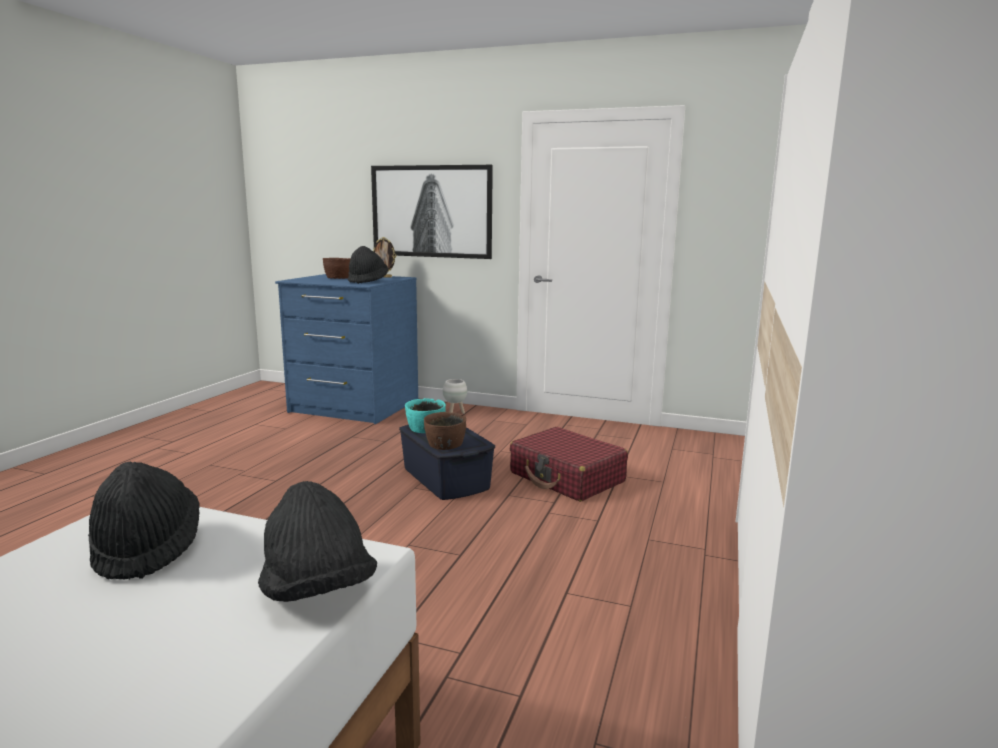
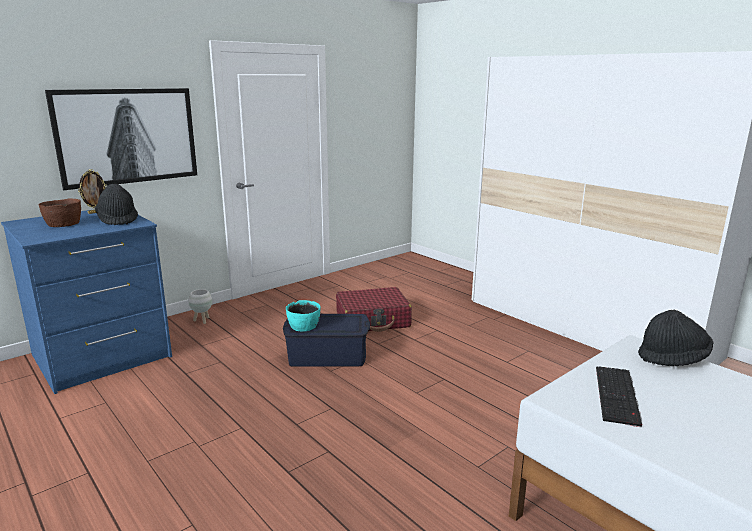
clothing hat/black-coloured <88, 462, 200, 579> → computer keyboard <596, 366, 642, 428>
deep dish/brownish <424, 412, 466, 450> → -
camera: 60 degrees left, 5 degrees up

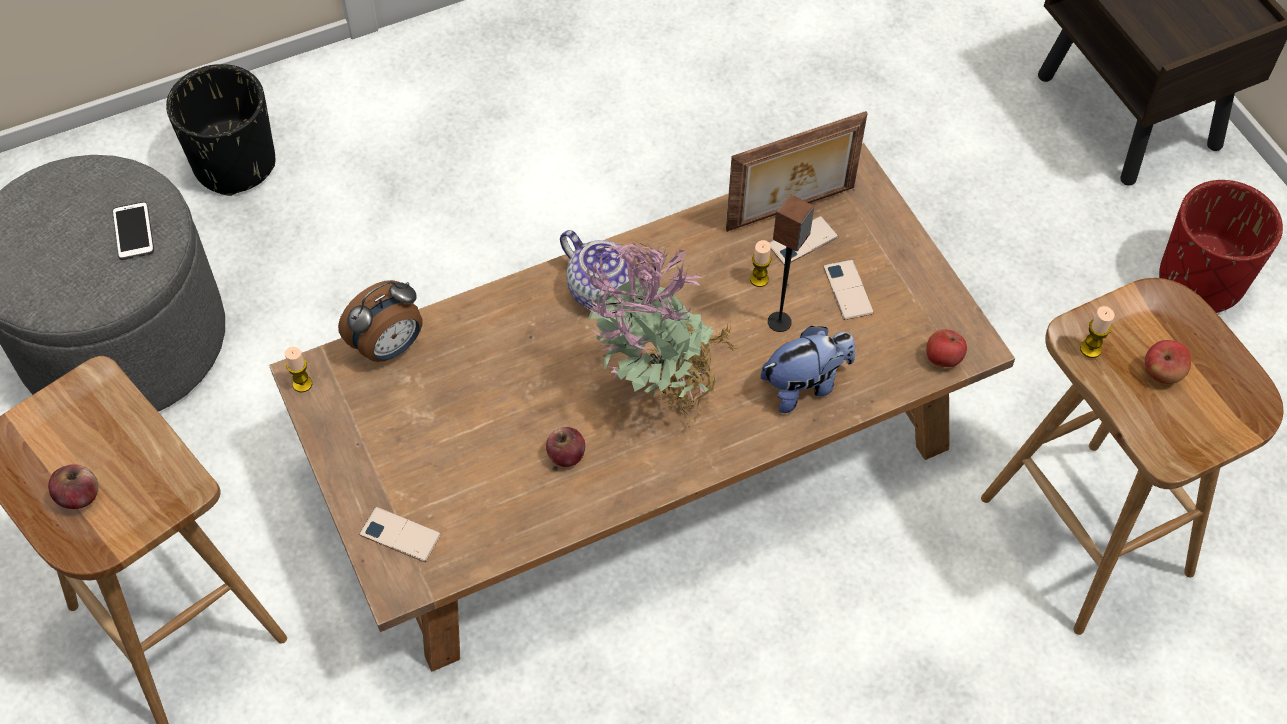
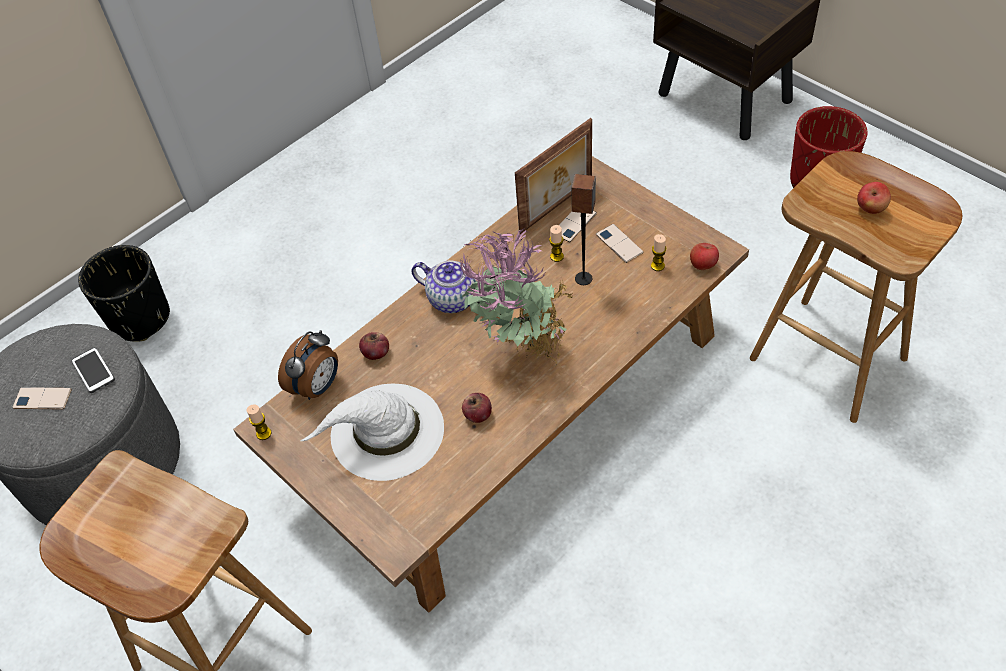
apple <48, 465, 99, 509> → apple <359, 332, 389, 360>, relocated
phone <359, 507, 441, 562> → phone <12, 387, 72, 409>, relocated
plush toy <761, 326, 855, 413> → -
wax light <1080, 306, 1115, 358> → wax light <651, 234, 666, 271>, relocated
- → clothing hat/white-coloured <300, 384, 444, 481>
camera: 15 degrees left, 5 degrees down

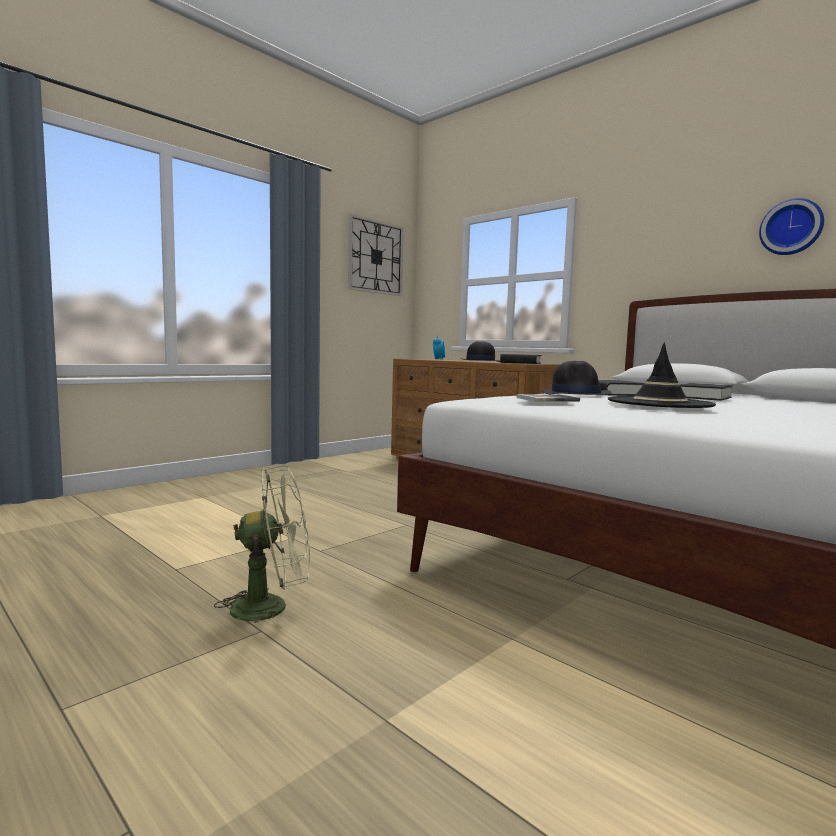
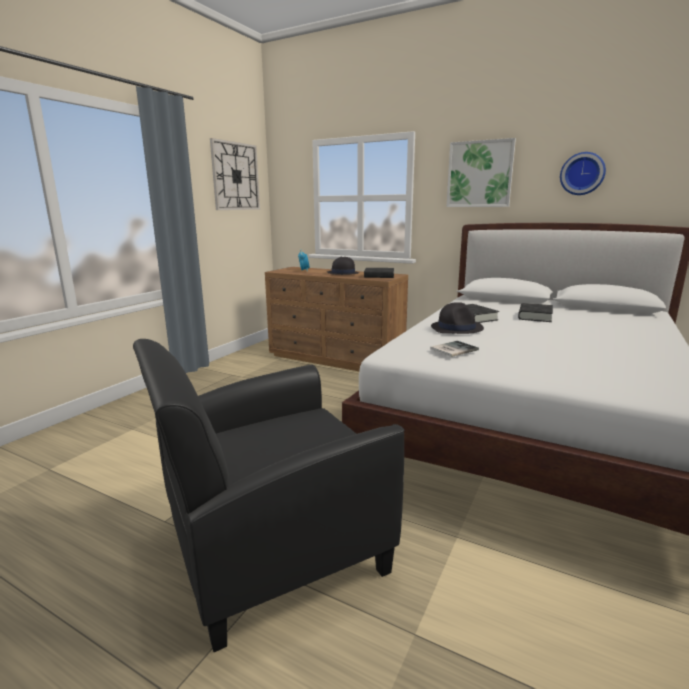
electric fan/green <214, 465, 310, 631> → armchair/black-coloured <133, 339, 405, 652>
clothing hat/black-coloured <608, 343, 716, 408> → -
- → wall picture <446, 138, 516, 207>
camera: 15 degrees left, 10 degrees up

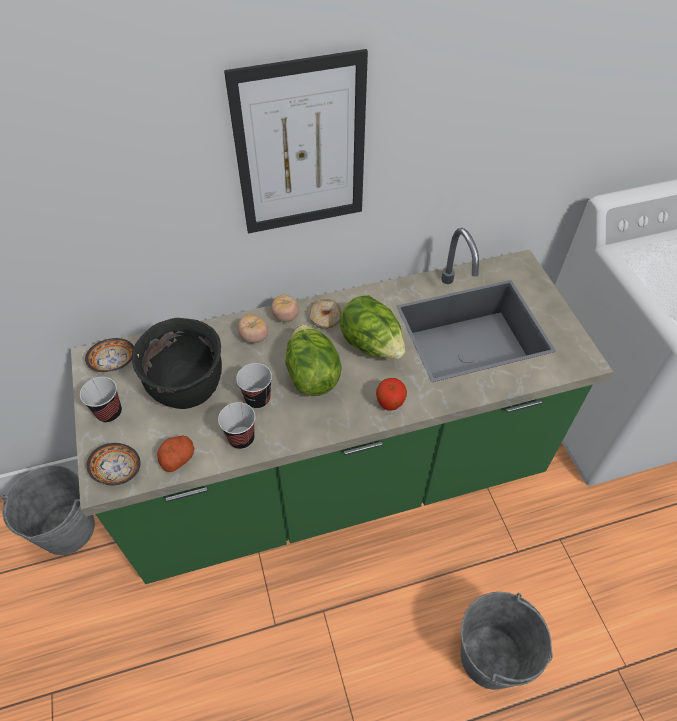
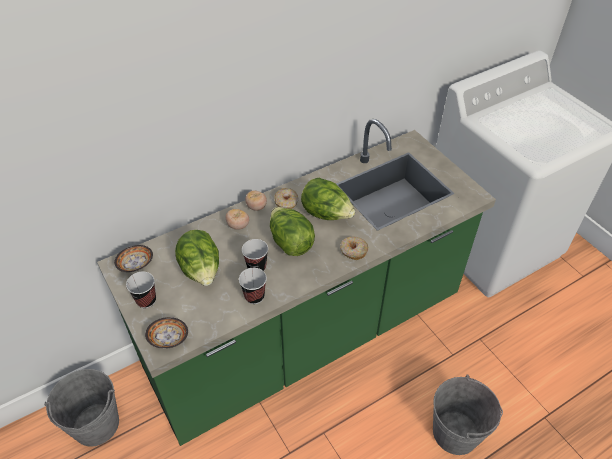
saucepot/black-coloured <132, 318, 222, 409> → lettuce <175, 230, 219, 286>
whole potato <157, 435, 194, 472> → -
wall picture <224, 49, 368, 233> → -
apple <376, 378, 407, 411> → donut <340, 236, 368, 260>
camera: 15 degrees left, 5 degrees down

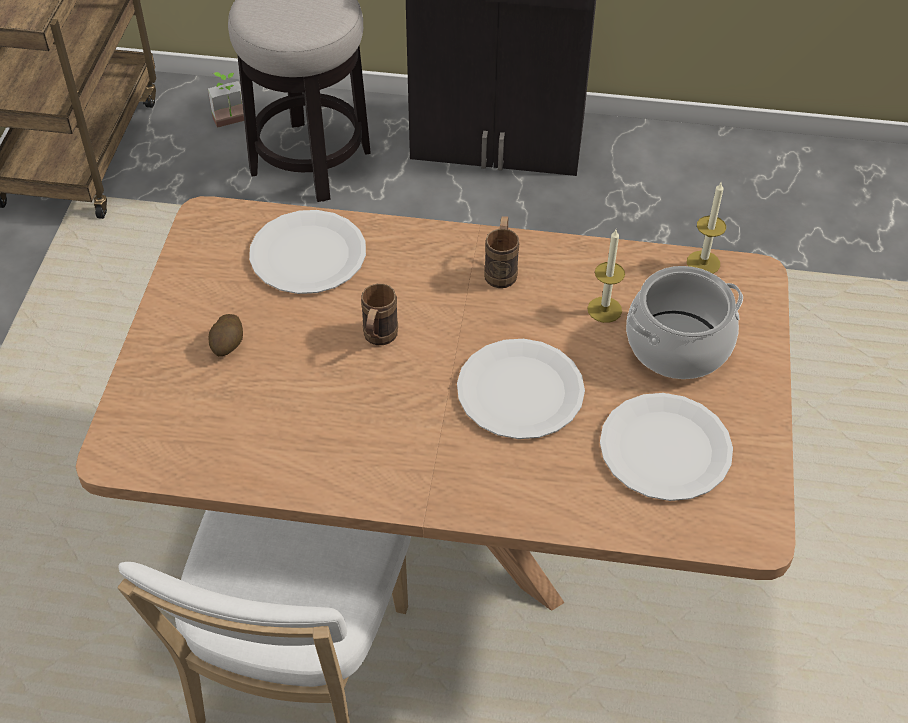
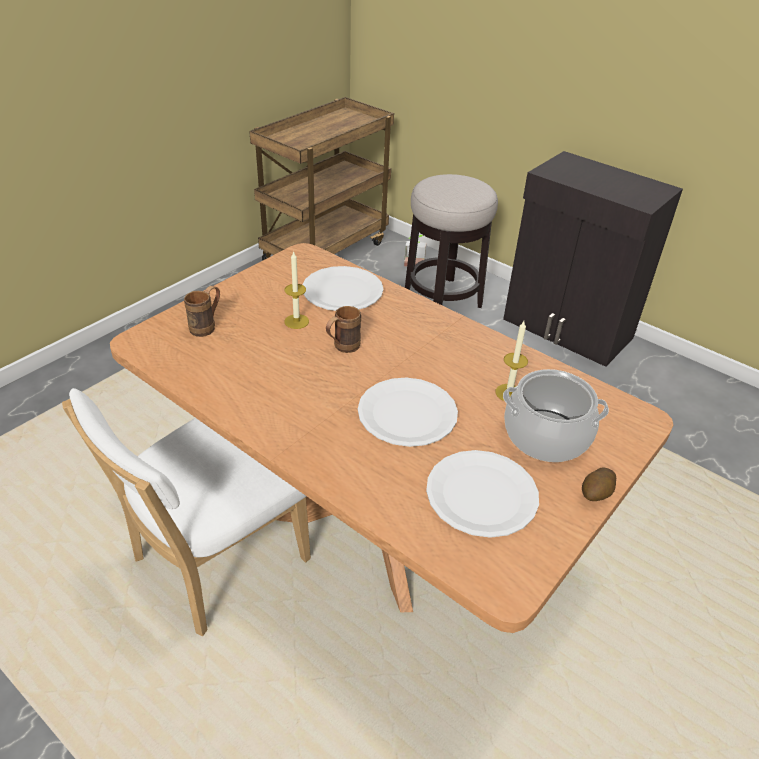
whole potato <209, 314, 243, 356> → whole potato <582, 467, 616, 501>, relocated
coffee mug/brownish <484, 216, 519, 288> → coffee mug/brownish <184, 286, 220, 337>, relocated
wax light <687, 182, 726, 274> → wax light <285, 251, 309, 329>, relocated
camera: 30 degrees right, 10 degrees down

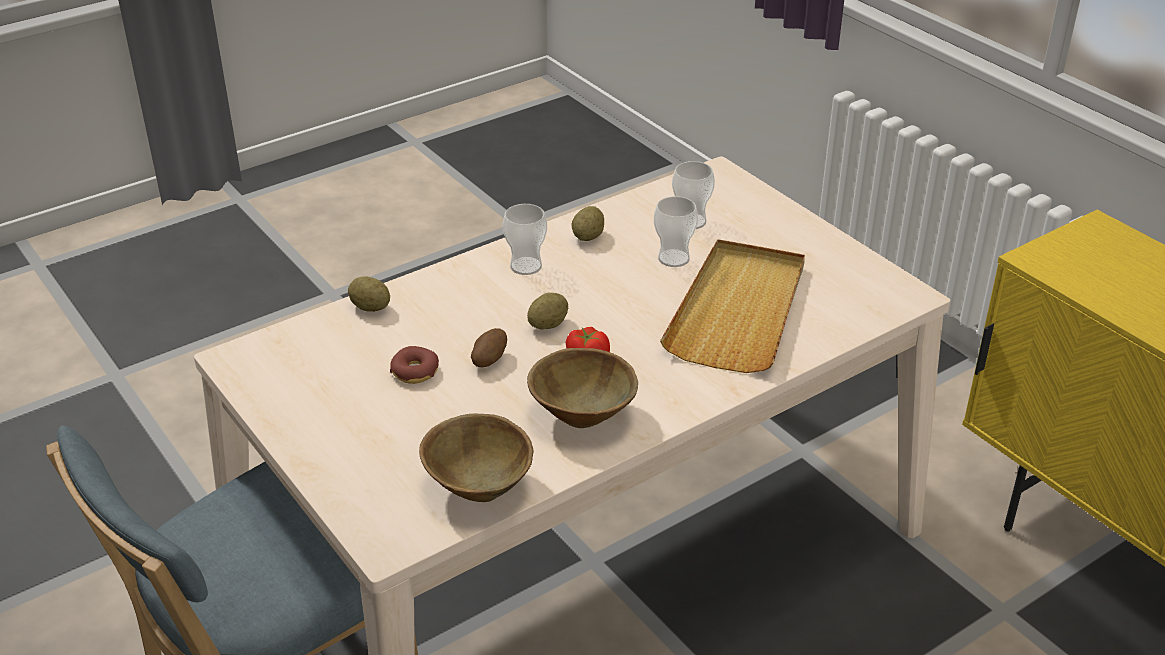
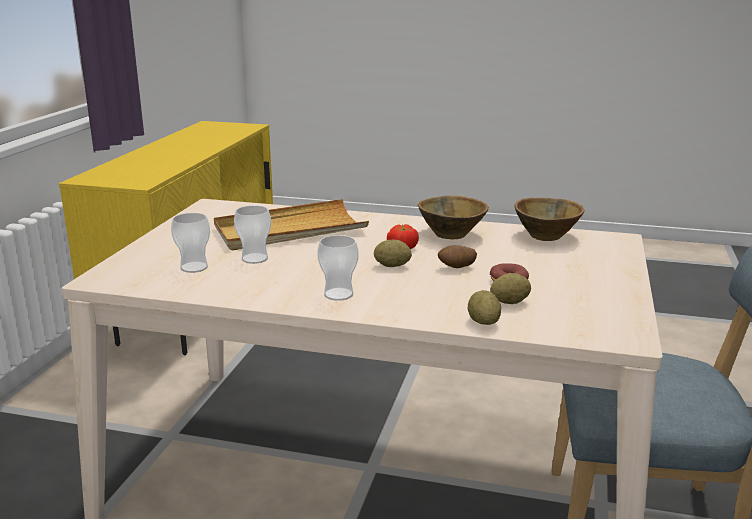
whole potato <572, 206, 604, 241> → whole potato <490, 273, 531, 304>, relocated
camera: 130 degrees left, 15 degrees down

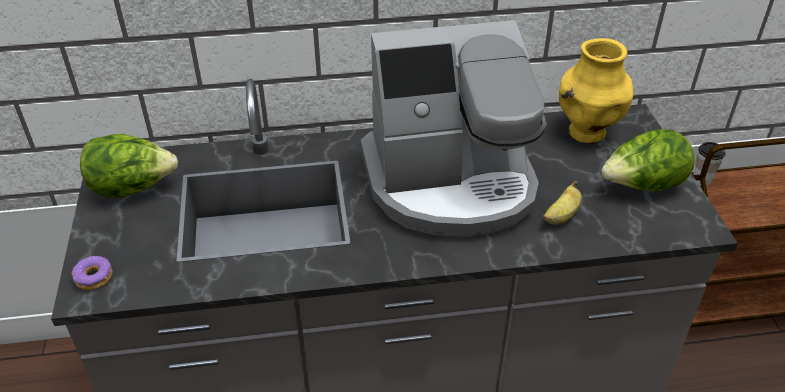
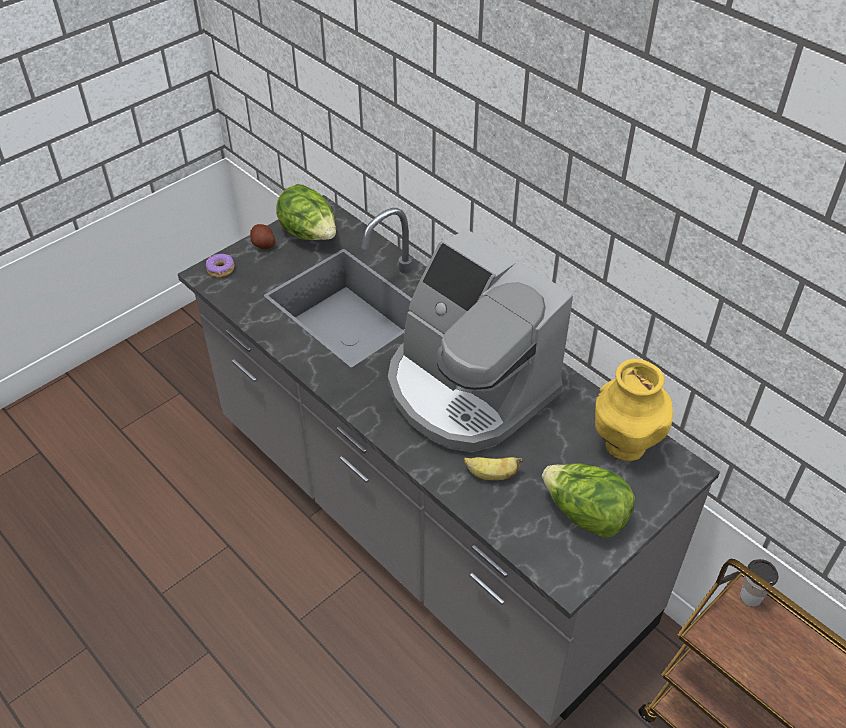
- → whole potato <250, 224, 275, 249>
camera: 55 degrees right, 5 degrees up

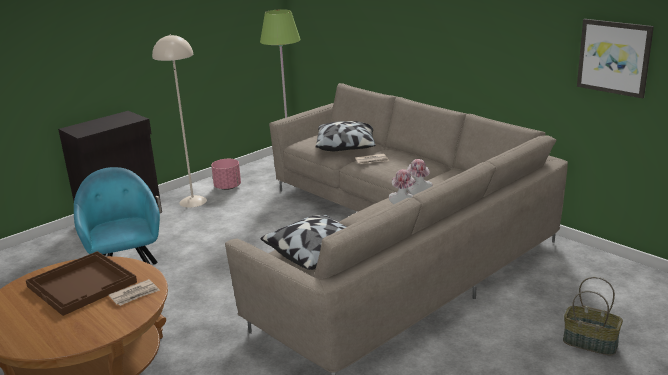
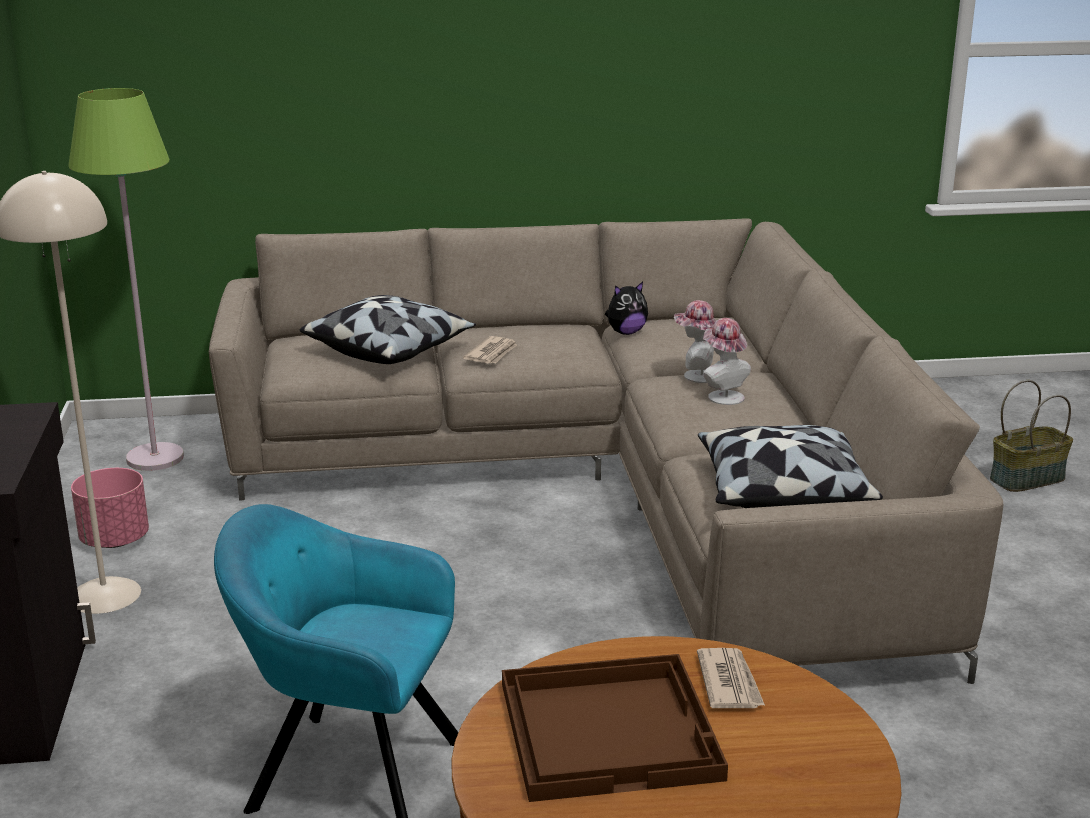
wall picture <577, 19, 654, 98> → -
- → plush toy <605, 282, 648, 335>
camera: 55 degrees left, 0 degrees up

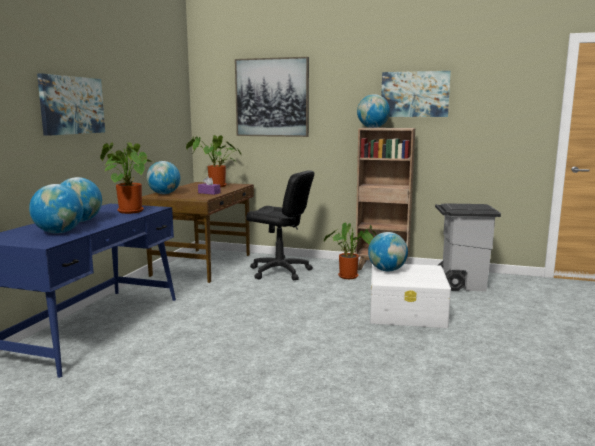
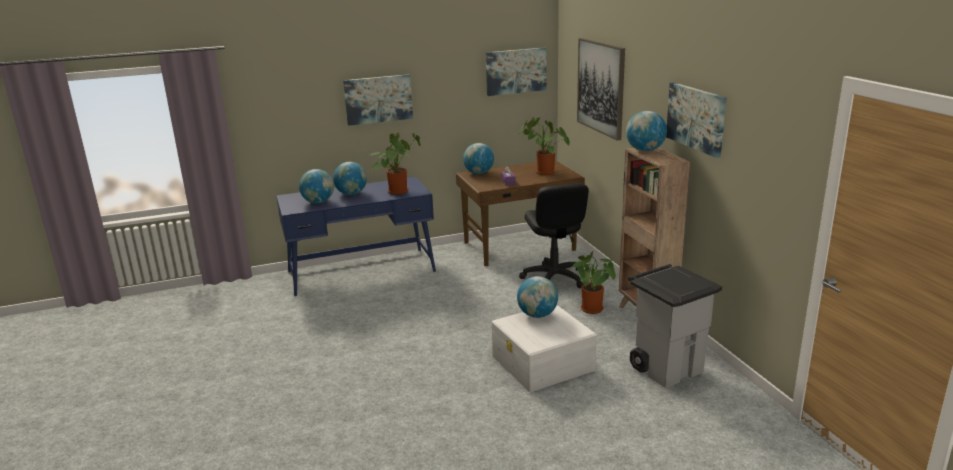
- → wall picture <486, 47, 547, 96>
camera: 55 degrees right, 10 degrees up

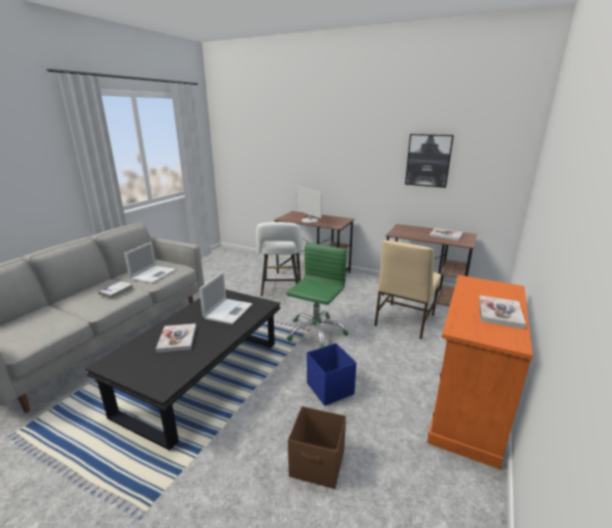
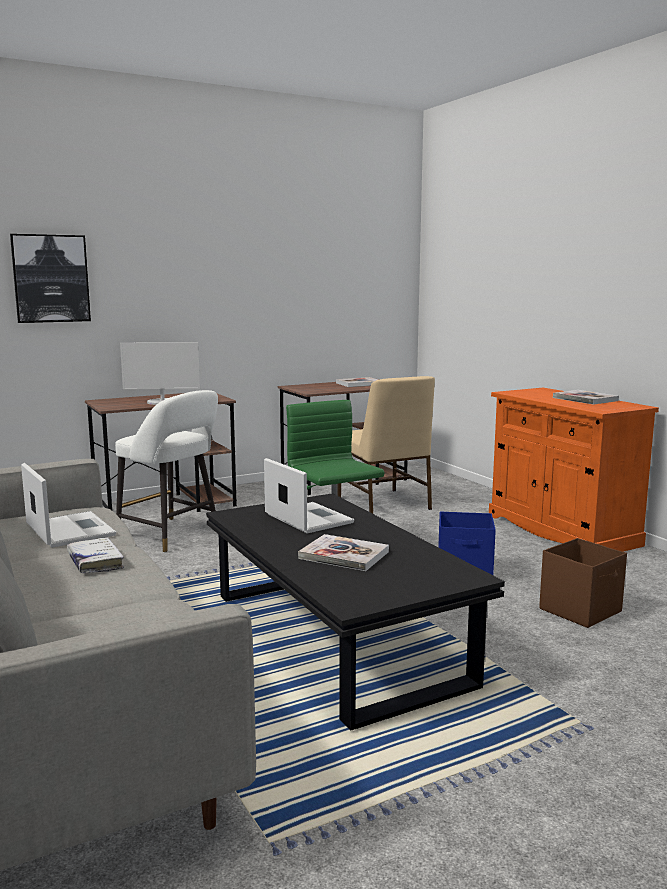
wall picture <405, 134, 454, 188> → wall picture <10, 234, 91, 323>, relocated
camera: 55 degrees left, 10 degrees down

